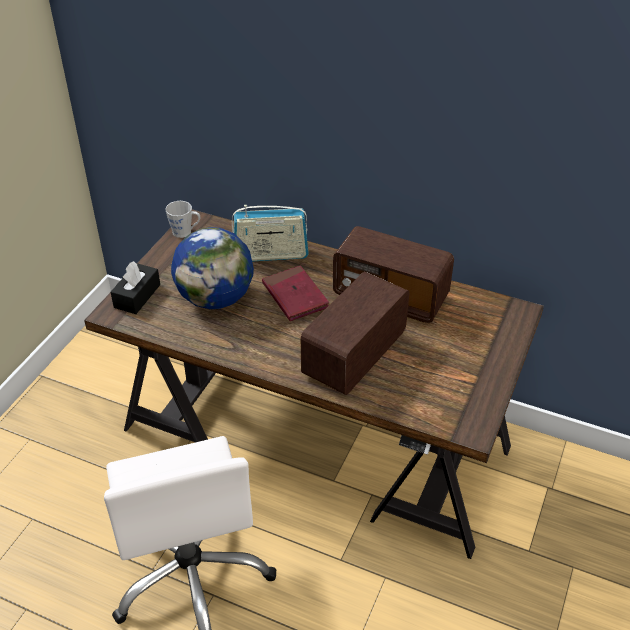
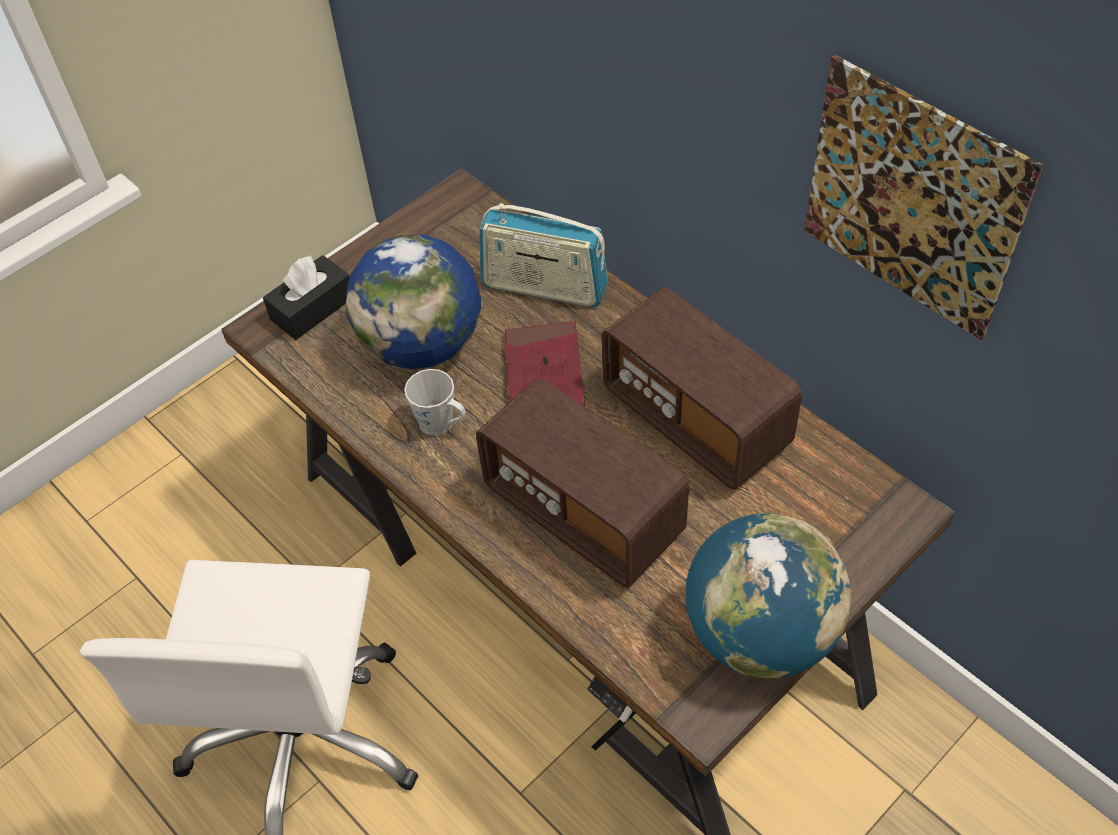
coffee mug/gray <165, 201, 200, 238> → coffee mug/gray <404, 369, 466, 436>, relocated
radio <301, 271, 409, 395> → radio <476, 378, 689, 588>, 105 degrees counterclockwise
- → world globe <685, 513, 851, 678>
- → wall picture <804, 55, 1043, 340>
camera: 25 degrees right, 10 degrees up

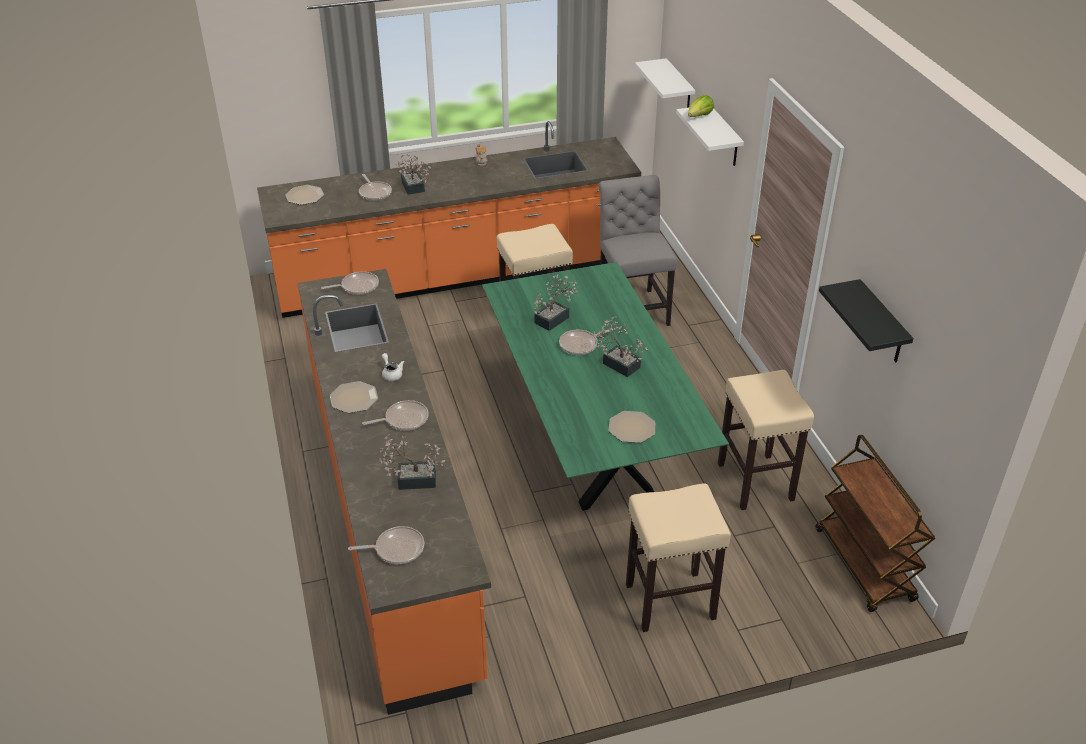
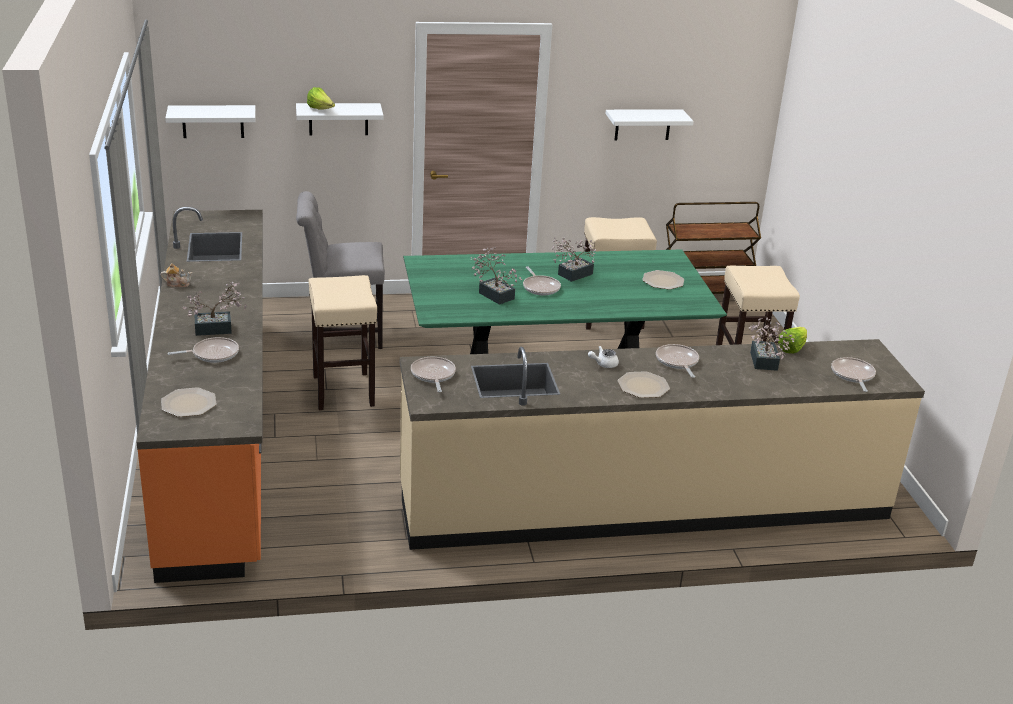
kitchen counter/orangey <298, 269, 491, 715> → kitchen counter/beige-coloured <400, 339, 925, 550>
wall shelf/black-coloured <819, 279, 913, 362> → wall shelf/white-coloured <606, 109, 694, 140>
- → lettuce <778, 327, 807, 354>
camera: 85 degrees left, 10 degrees down

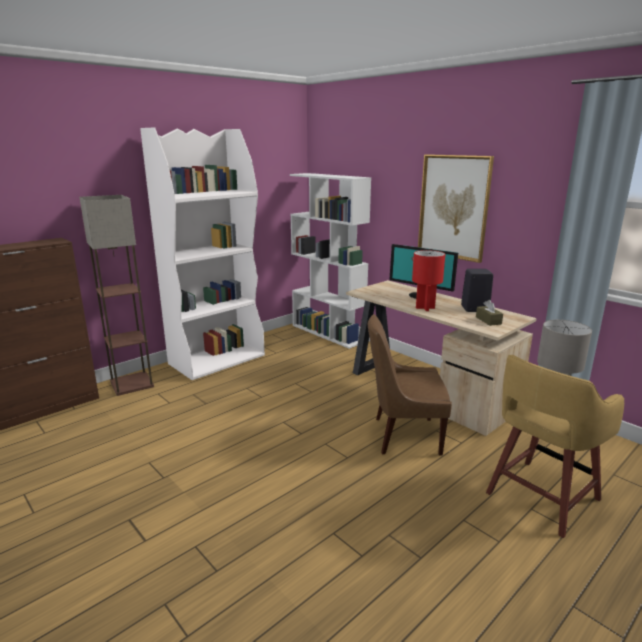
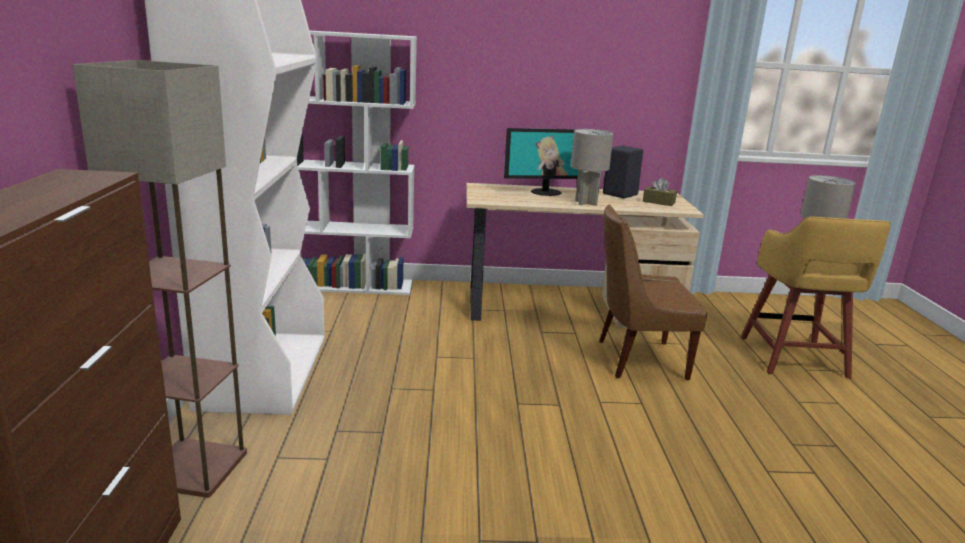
chair/brownish <368, 314, 452, 456> → chair/brownish <599, 205, 708, 380>, 45 degrees clockwise
table lamp/reddish <412, 250, 445, 311> → table lamp/gray <571, 129, 614, 206>
wall picture <418, 154, 494, 263> → -
camera: 50 degrees left, 0 degrees up

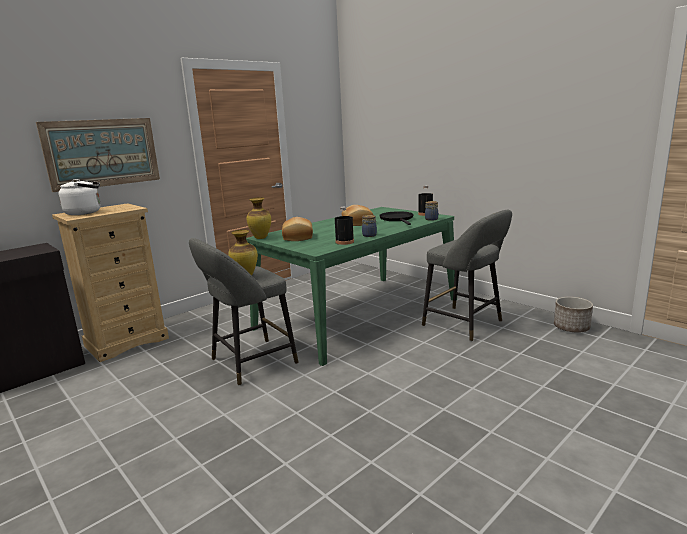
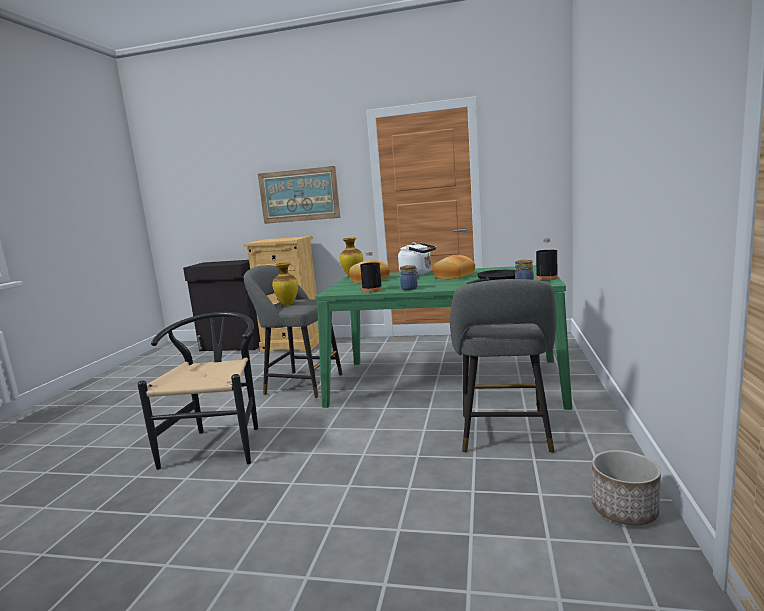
water kettle/white-coloured <58, 179, 101, 215> → water kettle/white-coloured <398, 242, 436, 276>, relocated
- → chair/black-coloured <137, 312, 258, 470>
camera: 55 degrees right, 5 degrees down

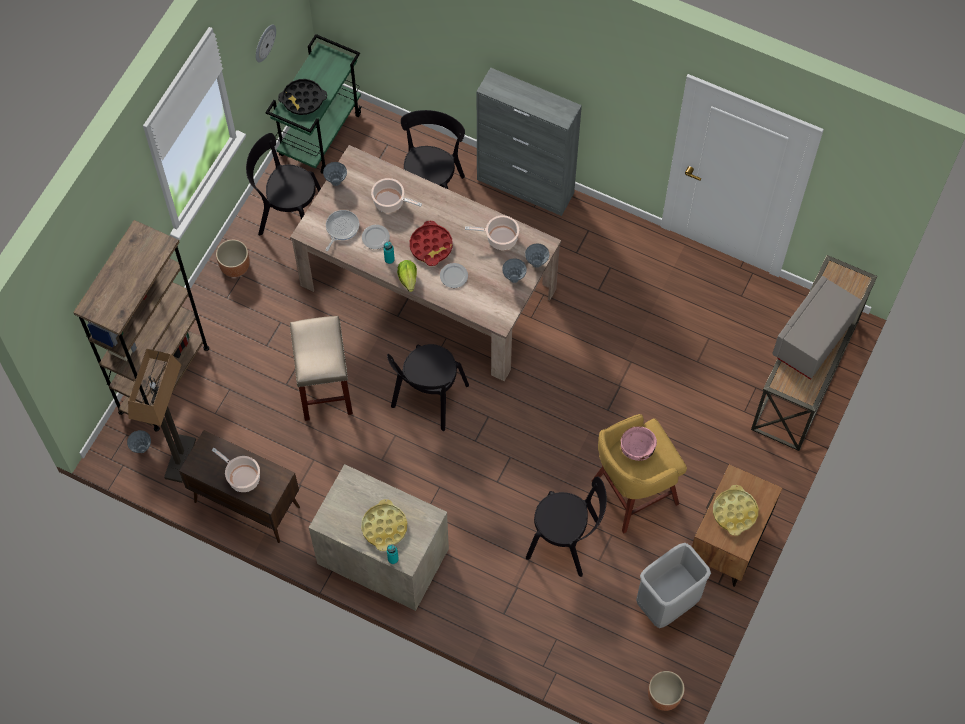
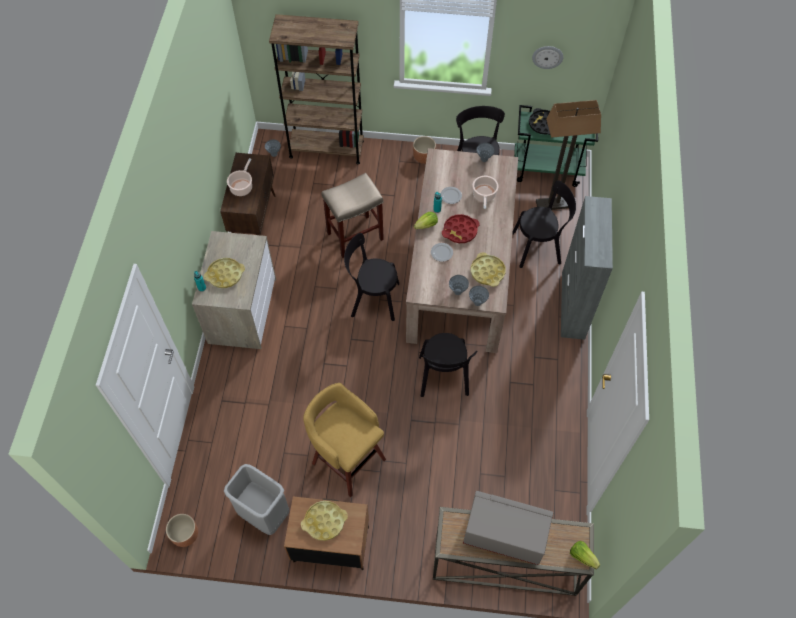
standard lamp <128, 349, 196, 483> → standard lamp <536, 100, 601, 210>, relocated
skillet <325, 210, 359, 251> → -
saucepot <465, 215, 519, 250> → carrying tray/yellow <471, 252, 506, 287>
chair/black-coloured <526, 476, 607, 577> → chair/black-coloured <419, 333, 477, 397>, relocated
deep dish/pinkish <621, 426, 657, 461> → -
- → lettuce <570, 541, 600, 569>
camera: 70 degrees right, 5 degrees down

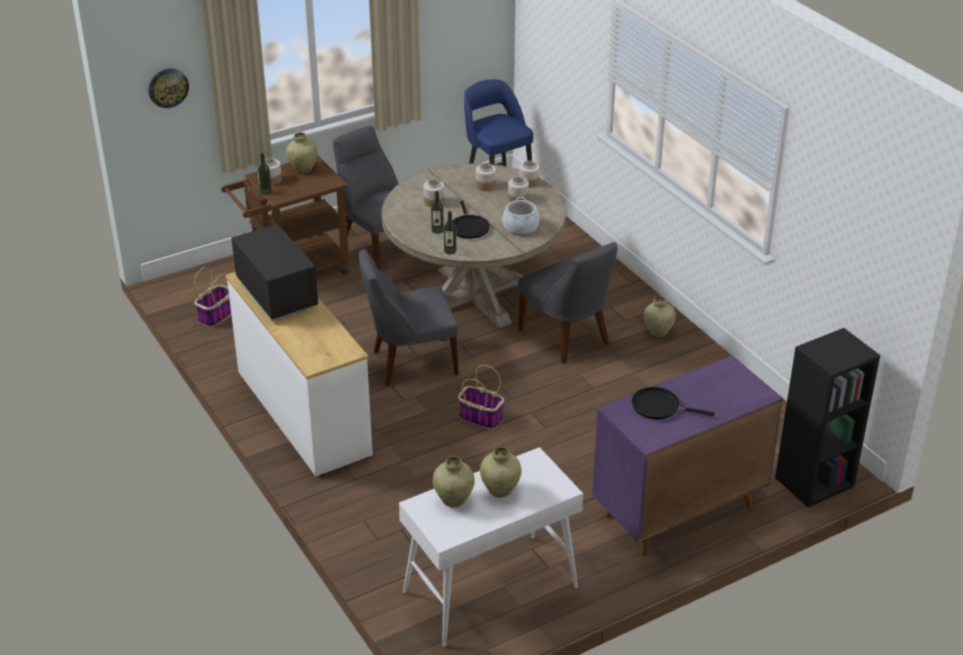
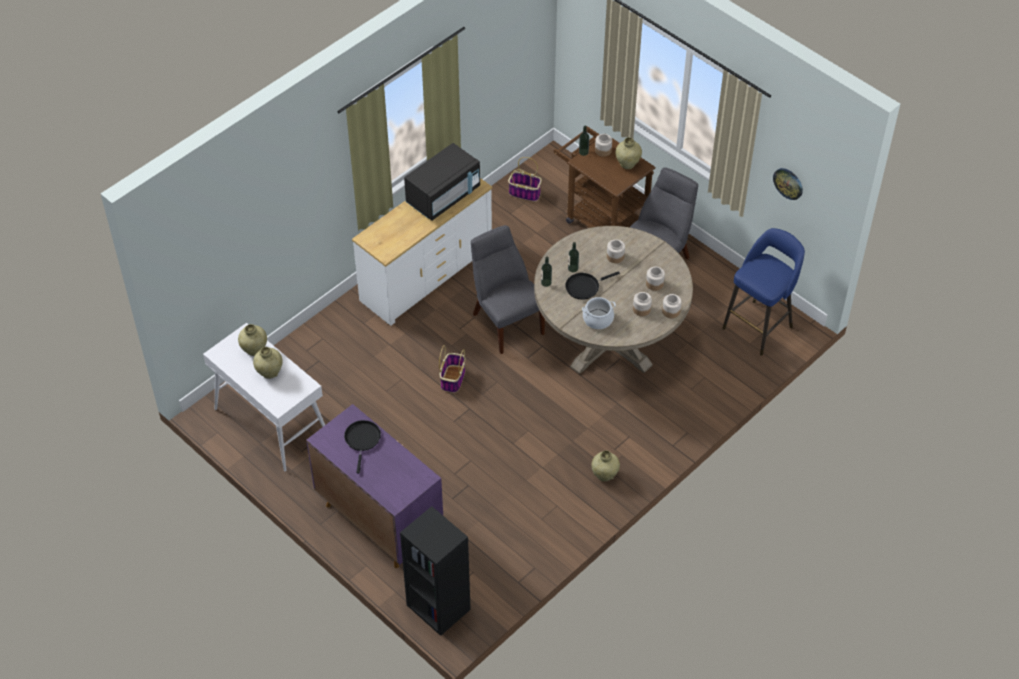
clock on the wall <148, 68, 189, 108> → clock on the wall <773, 168, 803, 200>, relocated
chair/gray <518, 242, 618, 364> → -
camera: 75 degrees right, 15 degrees up

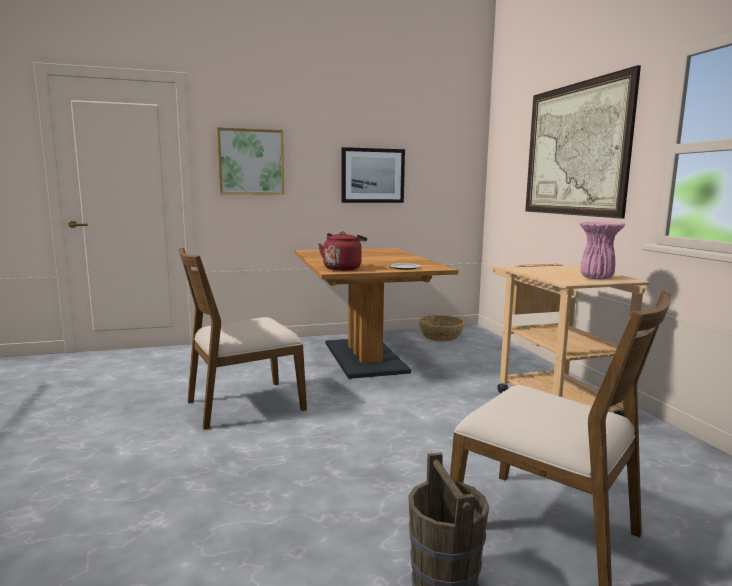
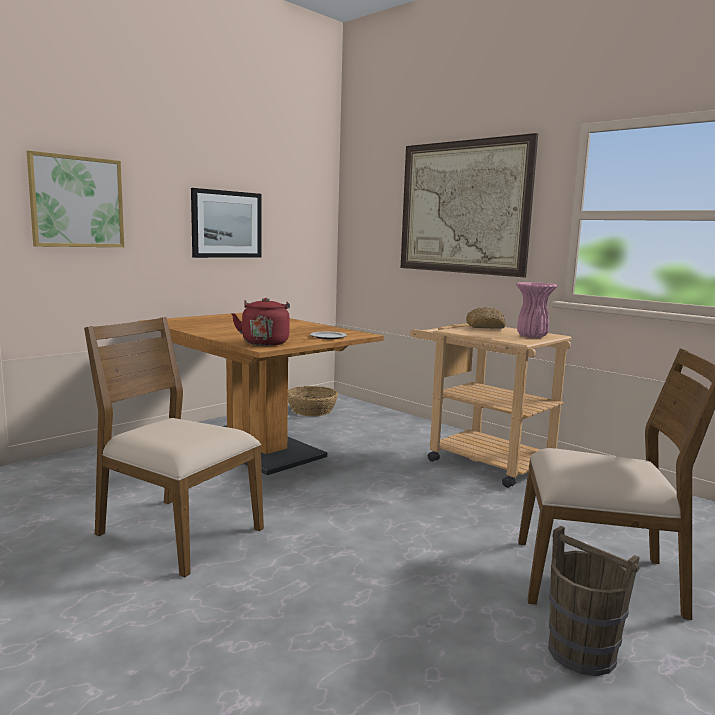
chair/brownish <179, 248, 307, 430> → chair/brownish <84, 317, 264, 577>, 90 degrees clockwise
- → bread <466, 307, 506, 329>
camera: 30 degrees left, 0 degrees up

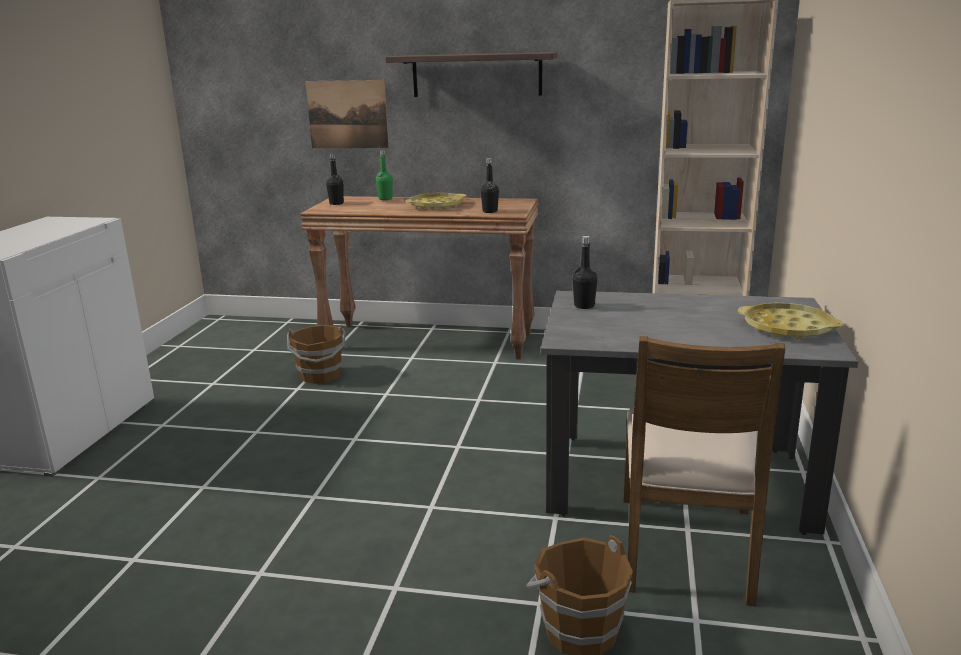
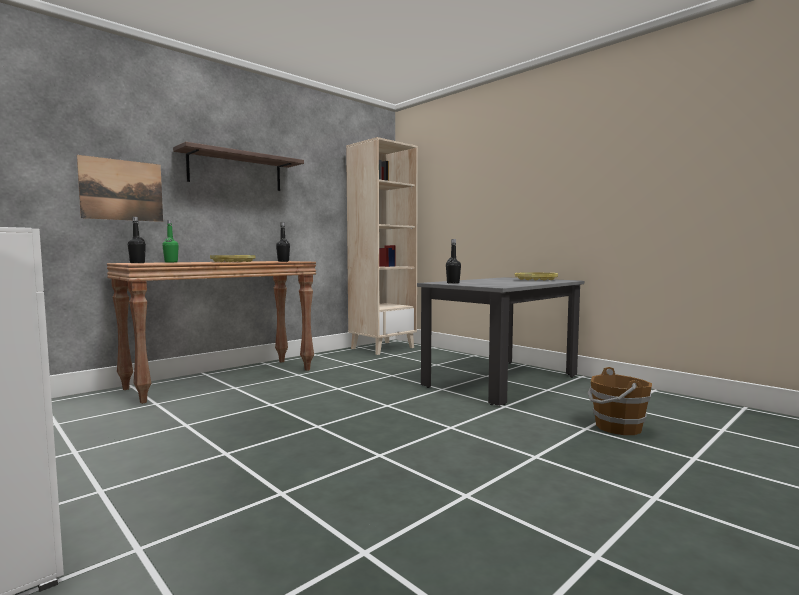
bucket/brownish <287, 325, 345, 384> → -
chair/brownish <623, 336, 785, 606> → -
camera: 55 degrees left, 15 degrees down

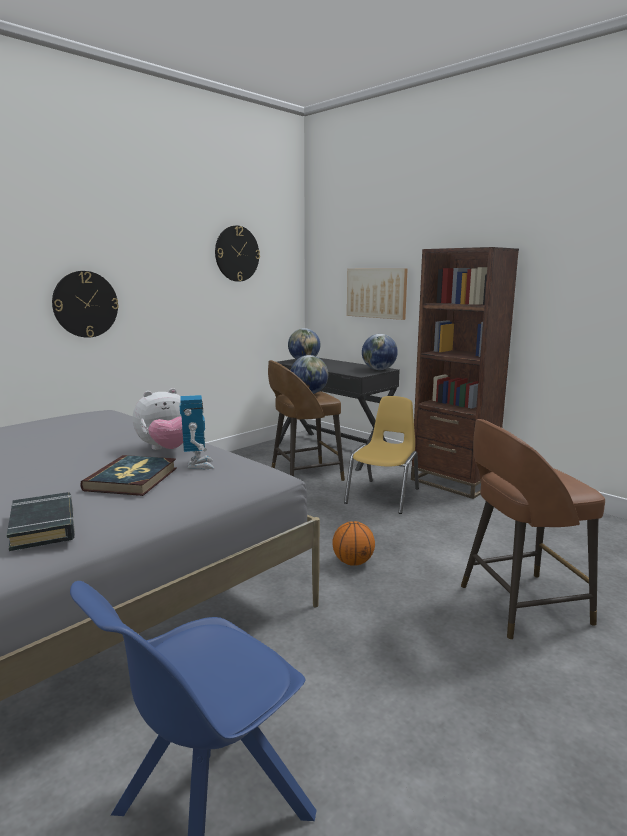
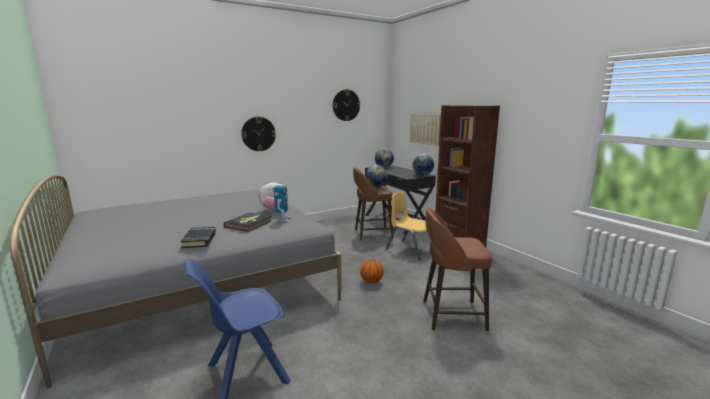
chair/yellow <344, 396, 419, 514> → chair/yellow <386, 192, 427, 261>, 90 degrees counterclockwise
camera: 15 degrees right, 0 degrees up

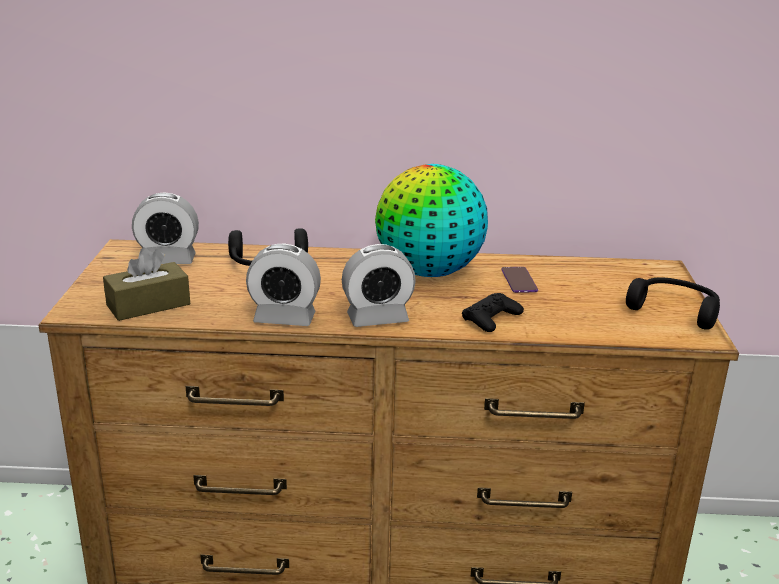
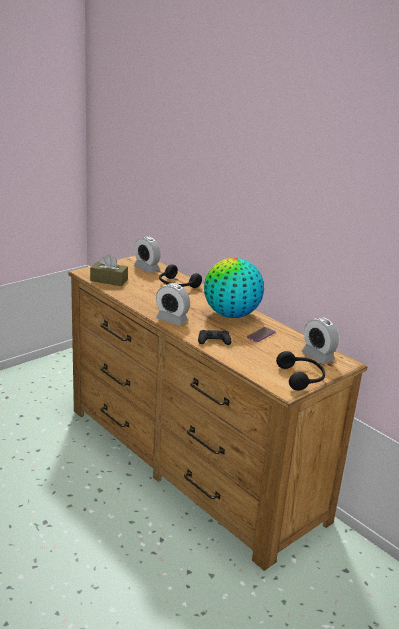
table clock <246, 243, 321, 326> → table clock <301, 317, 339, 364>, relocated
camera: 45 degrees right, 0 degrees up

